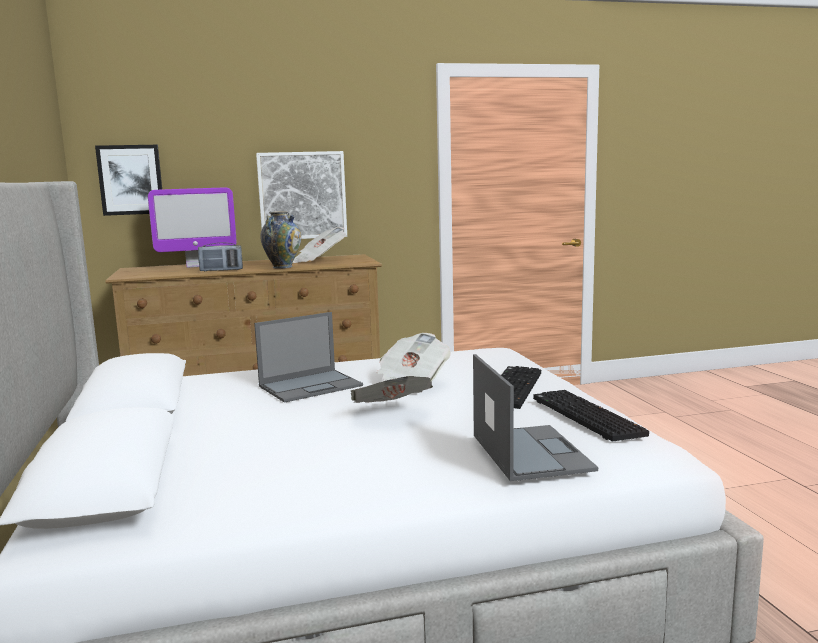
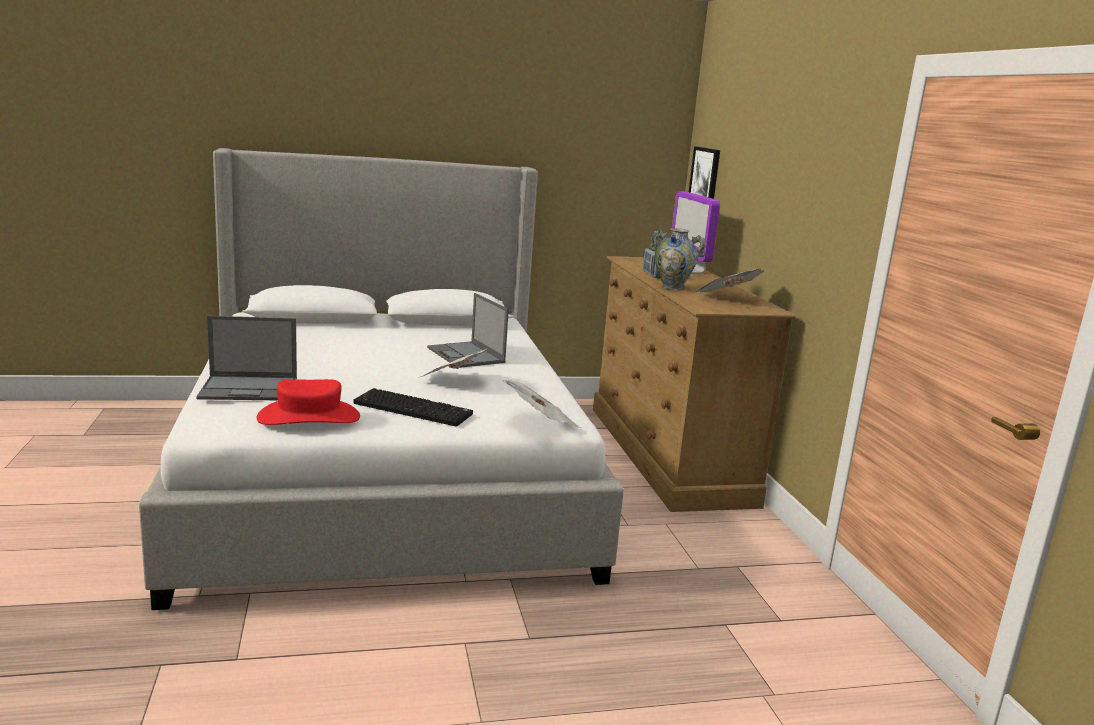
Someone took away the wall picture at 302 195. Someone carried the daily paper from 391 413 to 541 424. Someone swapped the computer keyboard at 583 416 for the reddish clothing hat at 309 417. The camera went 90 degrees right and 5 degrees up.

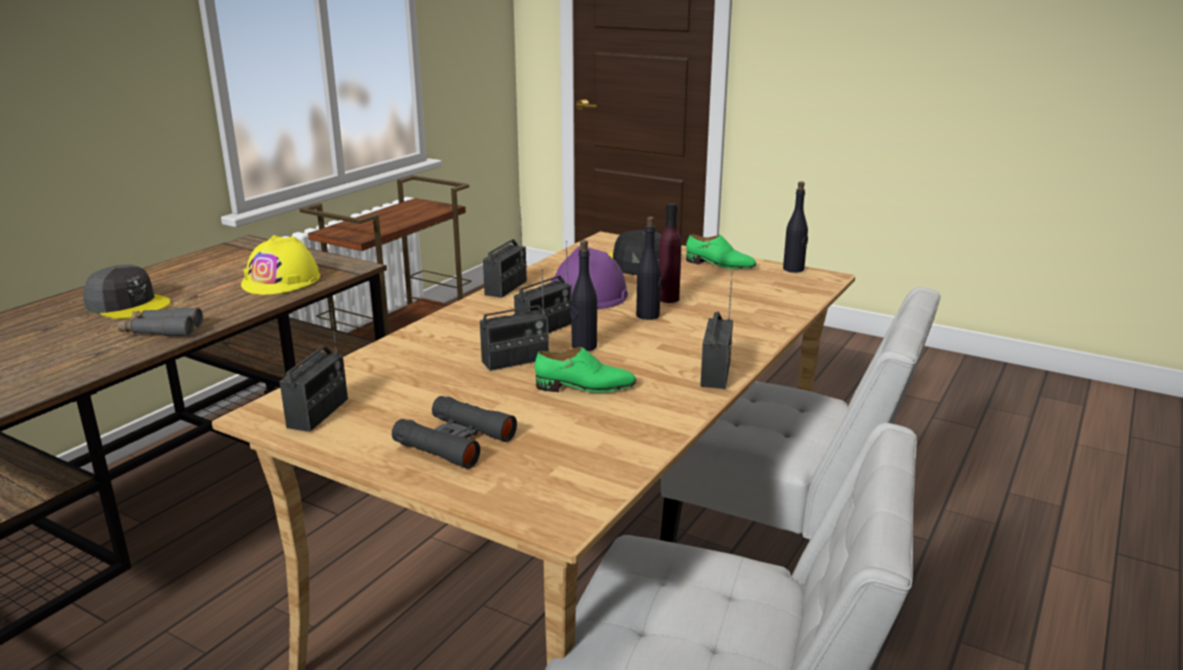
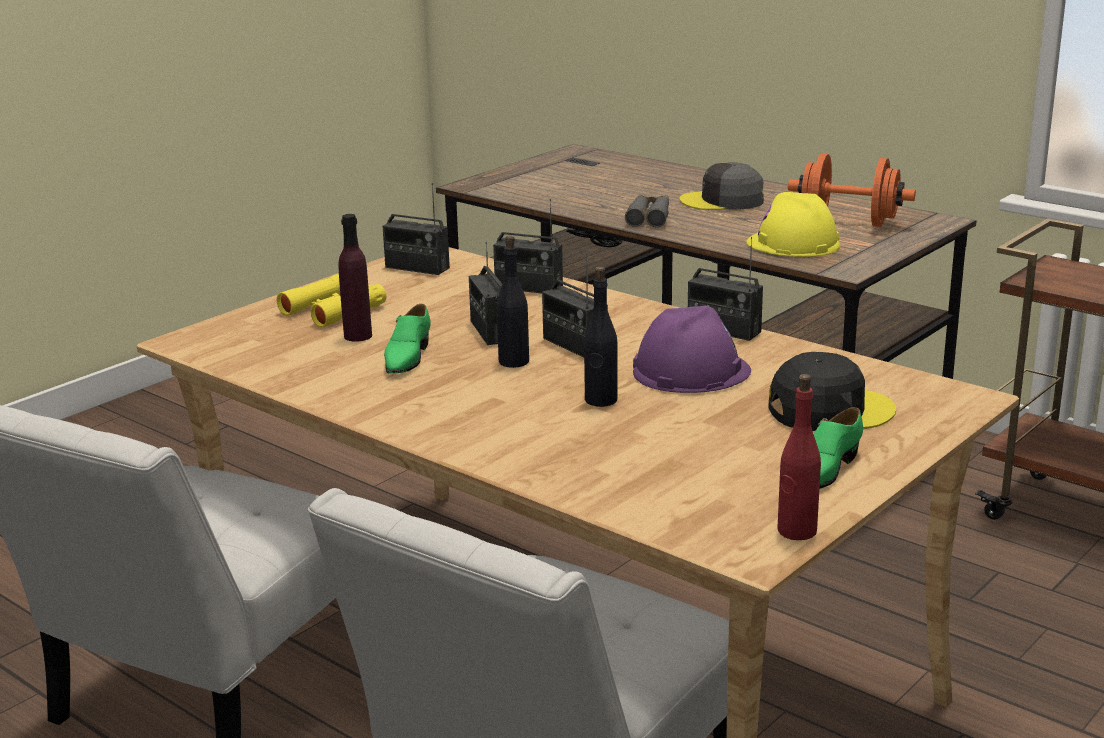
Someone put down the orange hand weight at 848 222. Someone carried the purple-coloured beverage bottle from 668 299 to 358 336. Someone carried the radio set from 716 373 to 528 287. Someone repainted the black-coloured pair of binoculars at 455 441, which became the yellowish pair of binoculars at 333 310. Someone repainted the black-coloured beverage bottle at 793 269, which became the reddish beverage bottle at 796 531. Someone rotated the greyish cap at 128 304 by 60 degrees clockwise. The camera went 100 degrees right and 0 degrees up.

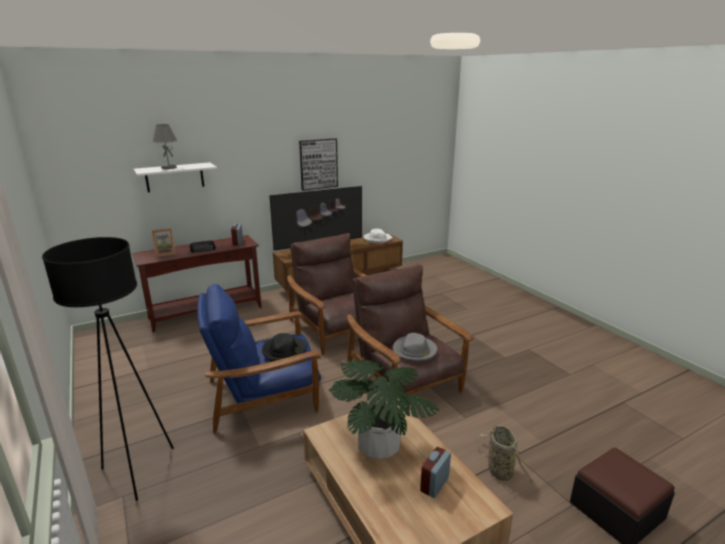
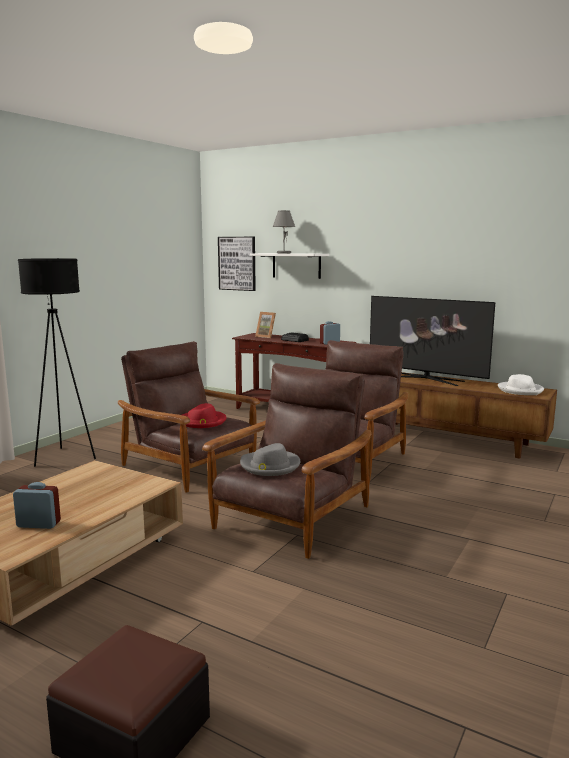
Someone took away the plant in a pot at 379 446. Someone took away the basket at 498 470. Someone carried the wall picture from 318 164 to 237 263. Someone repainted the blue-coloured easy chair at 264 395, which became the brown easy chair at 190 466. Someone repainted the black-coloured clothing hat at 284 351, which became the reddish clothing hat at 202 421. The camera went 60 degrees right and 10 degrees down.

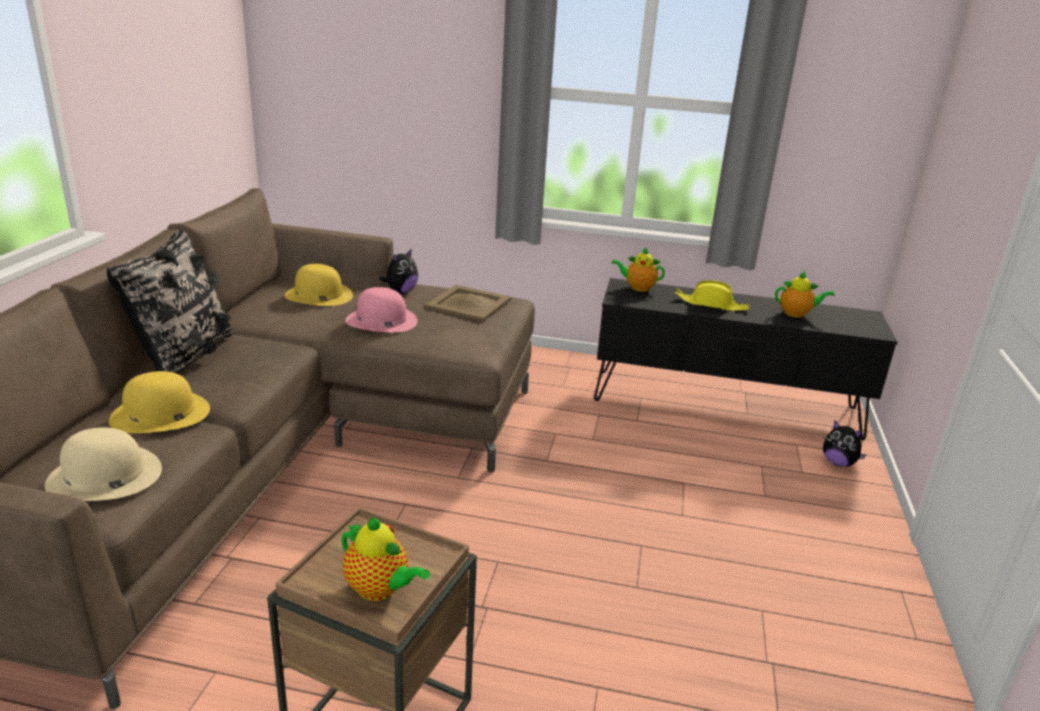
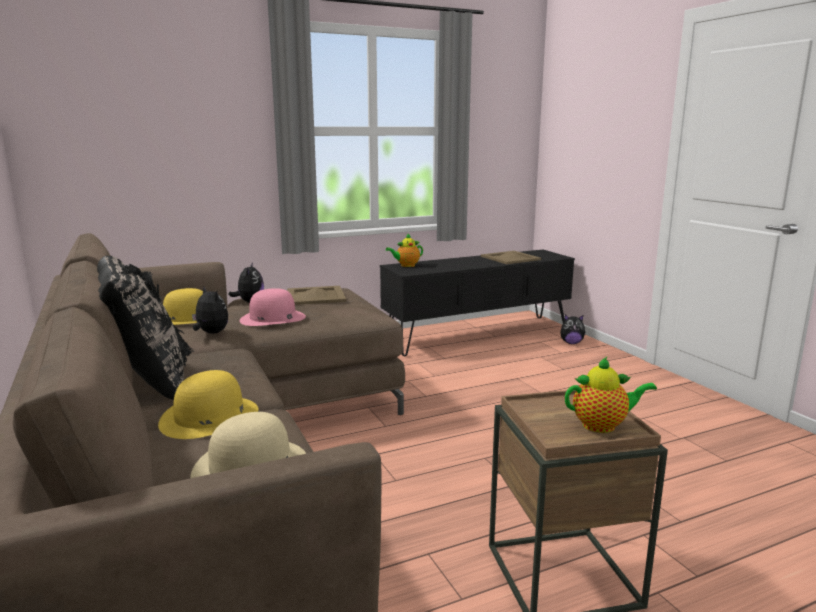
Someone took away the yellowish clothing hat at 711 304. Someone put down the plush toy at 211 333. Someone swapped the teapot at 797 314 for the beige tray at 510 258. The camera went 35 degrees left and 10 degrees down.

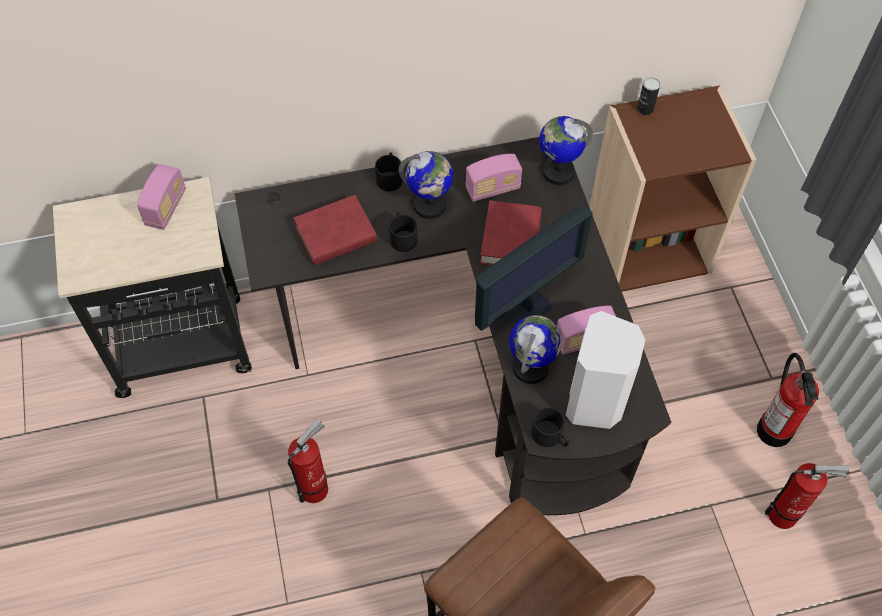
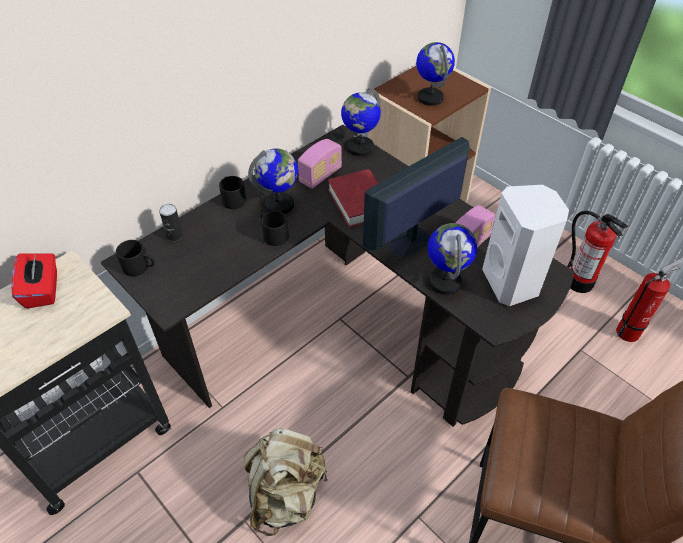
Someone took away the reddish book at 336 235. Someone put down the world globe at 430 98. Someone carried the black-coloured tea mug from 551 436 to 140 267. Someone carried the can from 645 109 to 175 236. Someone swapped the radio set at 166 208 for the reddish tissue box at 43 290. Someone swapped the fire-fighting cylinder at 316 487 for the beige backpack at 286 494. Someone rotated the monitor at 527 309 by 150 degrees counterclockwise. The camera went 30 degrees left and 10 degrees down.

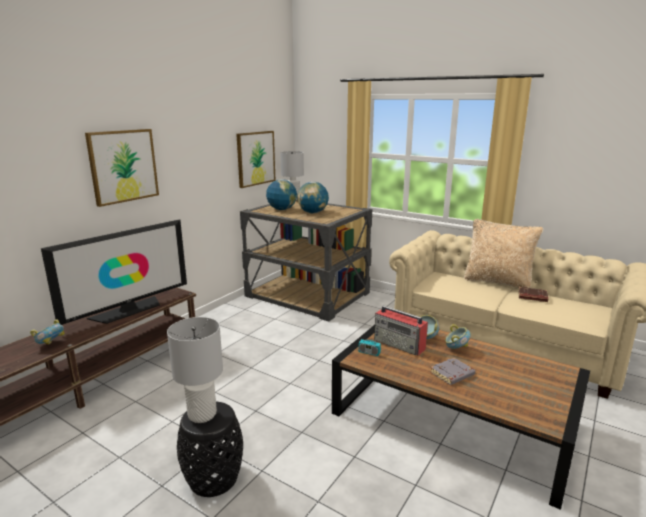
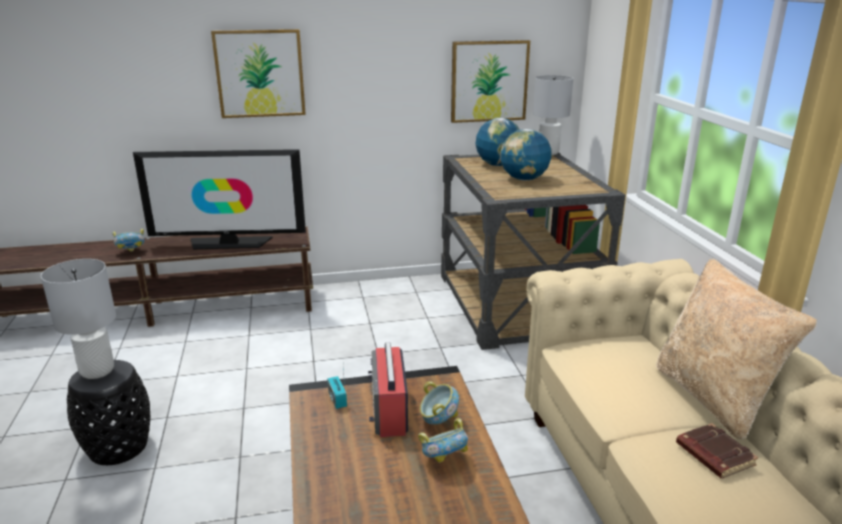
Someone took away the greyish book at 452 374. The camera went 45 degrees right and 5 degrees up.

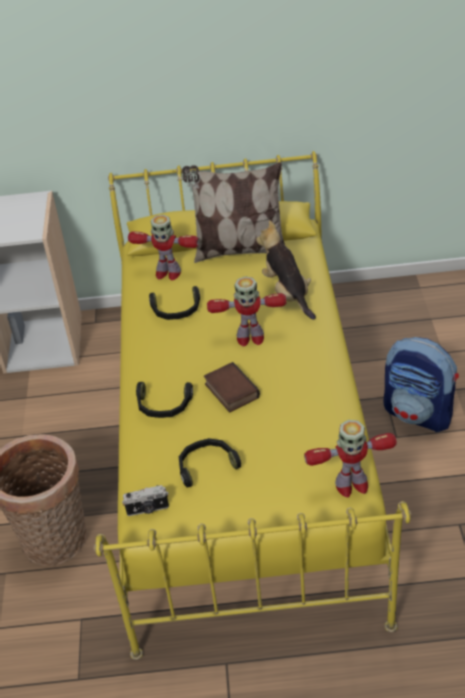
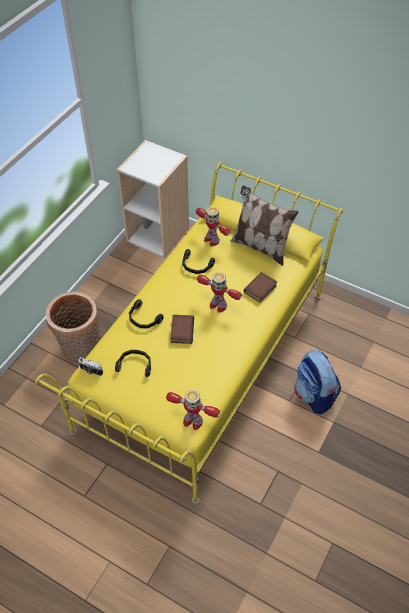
Someone swapped the plush toy at 287 294 for the book at 260 290. The camera went 30 degrees right and 10 degrees up.

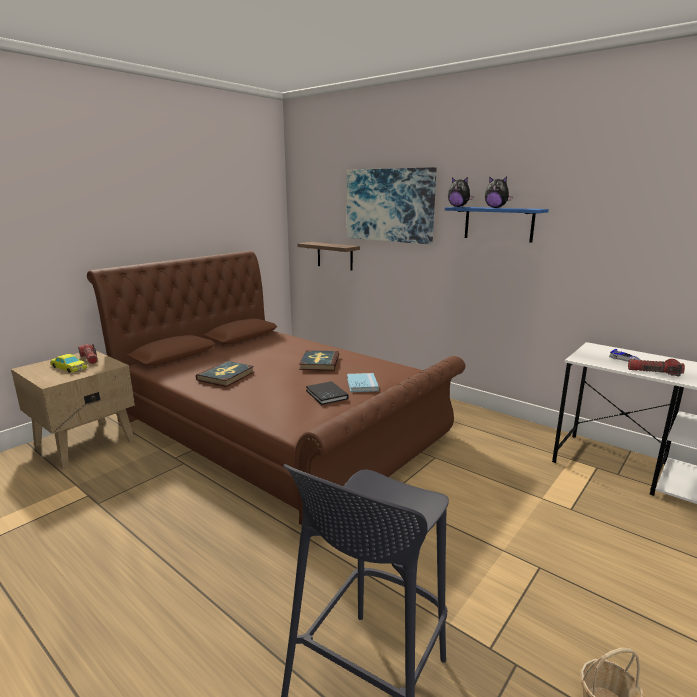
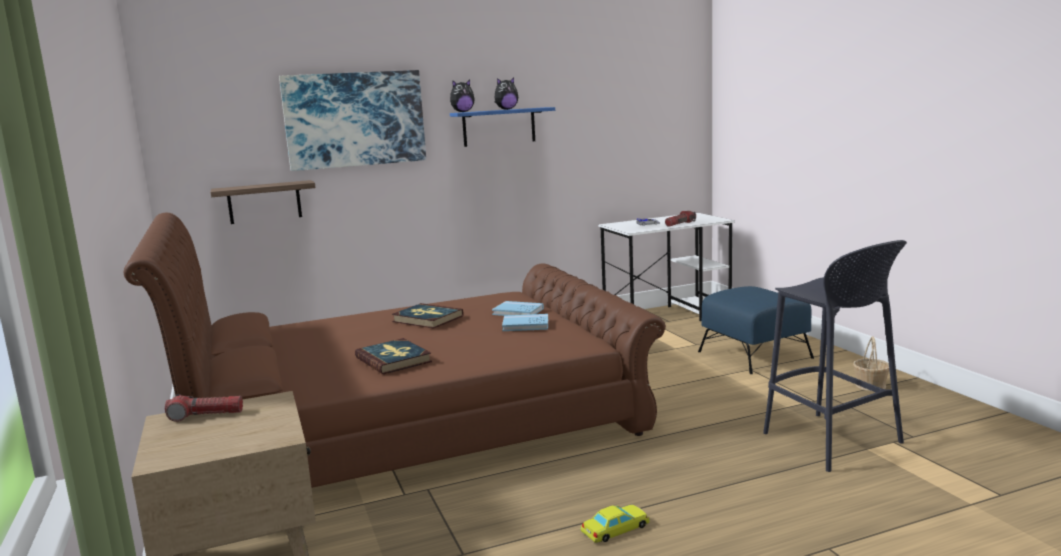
Someone put down the blue-coloured ottoman at 754 355. Someone carried the yellowish toy car from 69 367 to 616 528. Someone repainted the black-coloured book at 326 395, which became the blue-coloured book at 525 325. The camera went 60 degrees left and 5 degrees down.

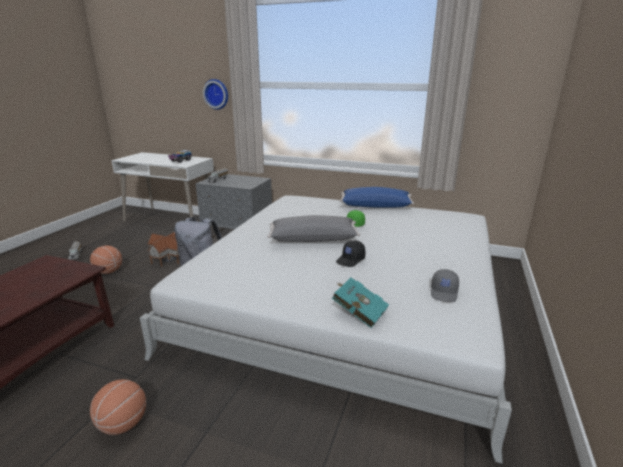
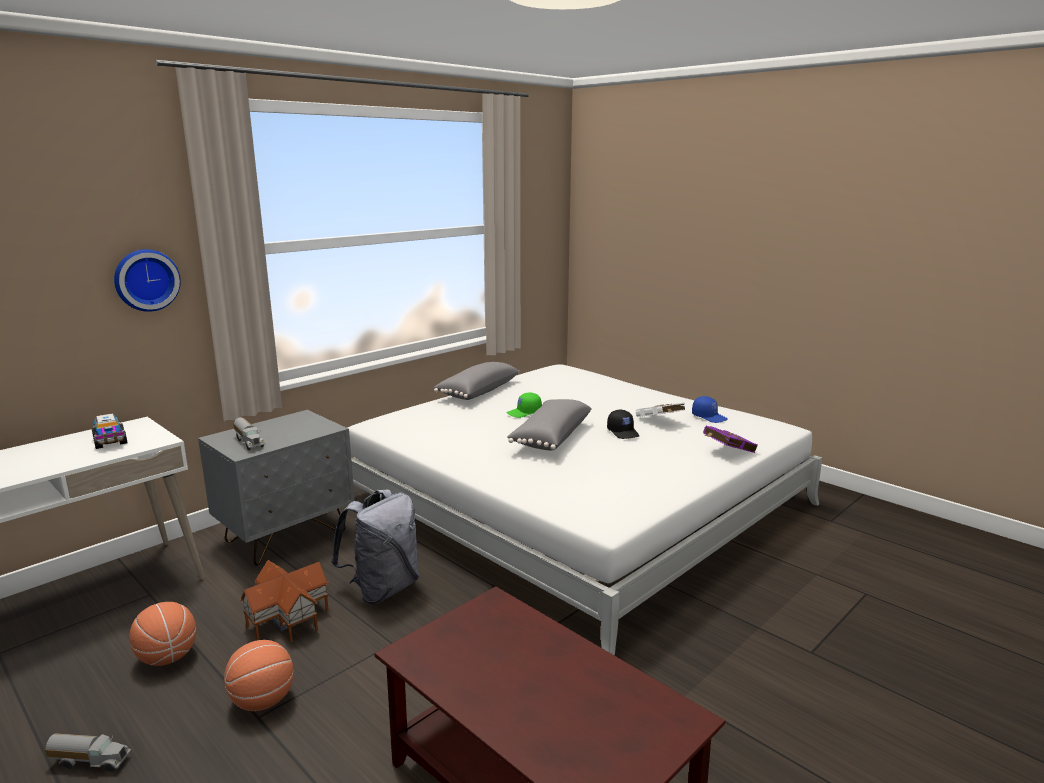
Someone put down the whitish book at 660 422. Someone carried the ball for basketball from 123 424 to 168 658. Someone repainted the blue-green book at 358 312, which became the purple-coloured book at 726 452. Someone repainted the blue-coloured throw pillow at 375 206, which became the greyish throw pillow at 477 391. Someone repainted the greyish cap at 444 293, which became the blue-coloured cap at 709 417. The camera went 65 degrees left and 5 degrees down.

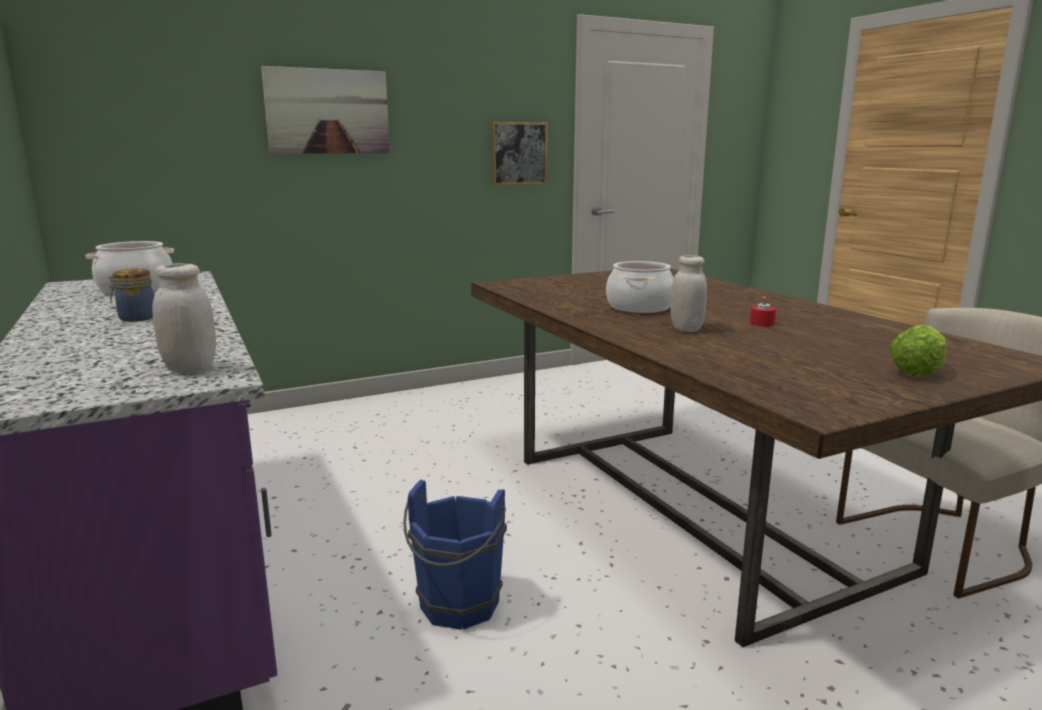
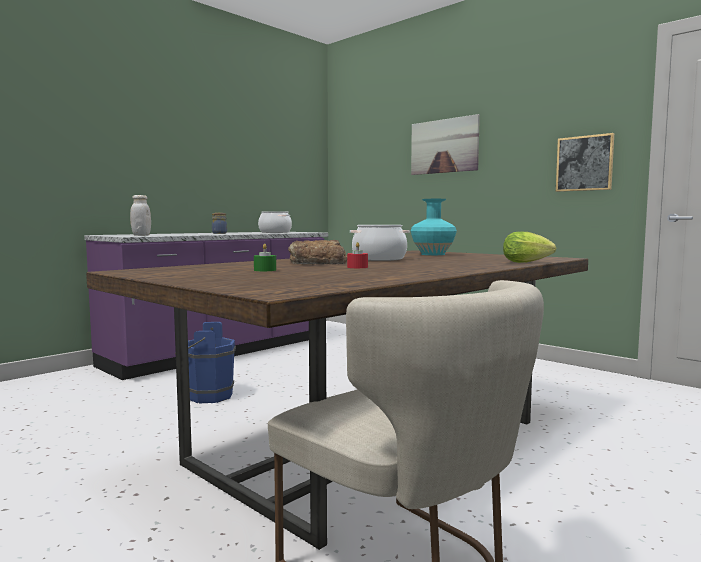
Someone put down the green wax light at 265 270. Someone put down the blue-green flower vase at 433 254. Someone carried the head of lettuce from 918 371 to 529 263. Someone swapped the whitish preserve jar at 686 329 for the bread at 317 262. The camera went 70 degrees right and 10 degrees down.

